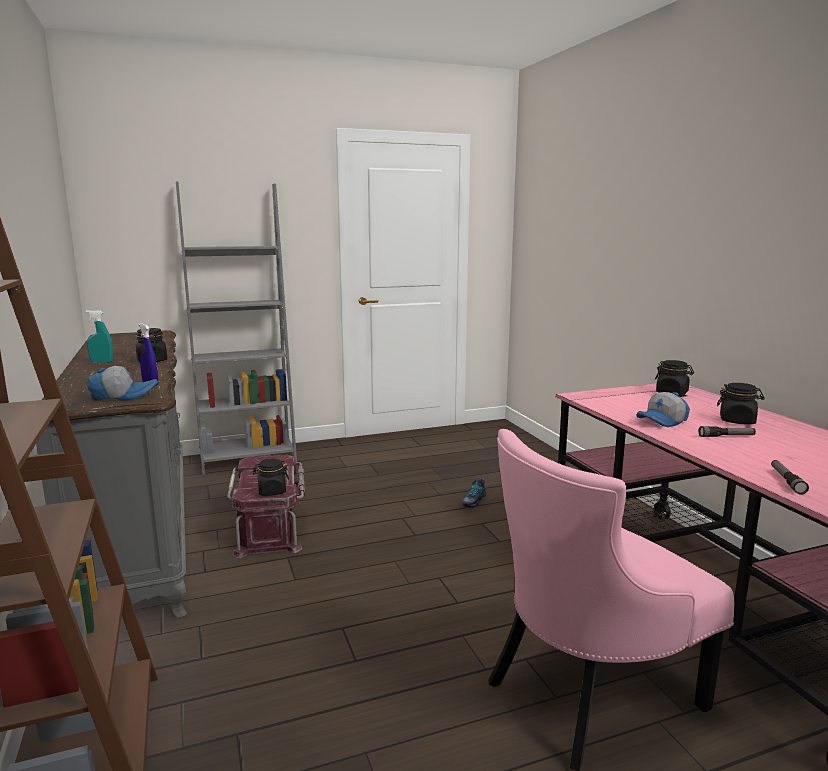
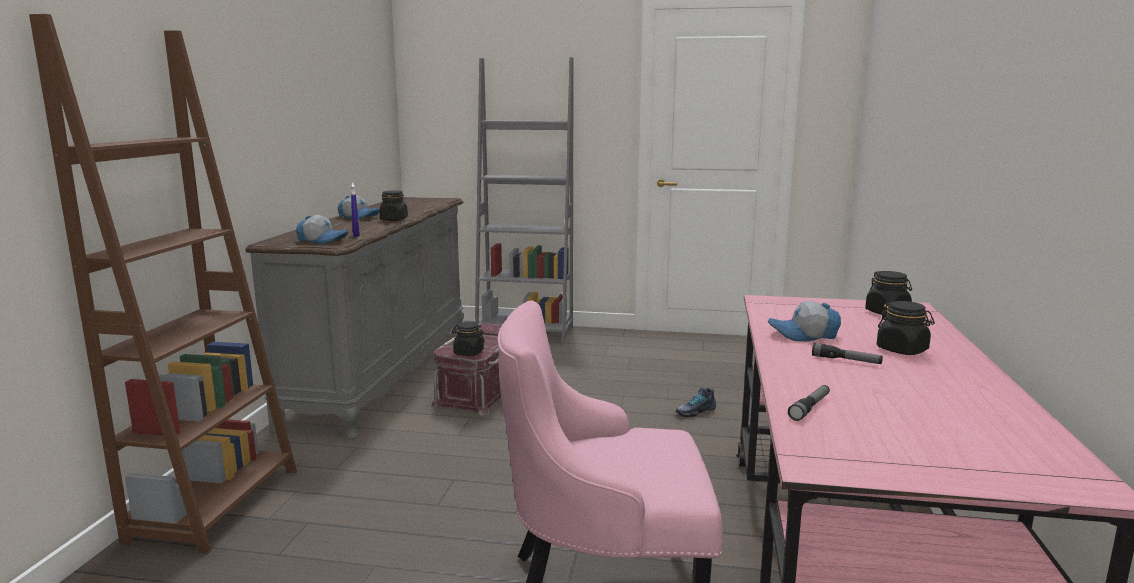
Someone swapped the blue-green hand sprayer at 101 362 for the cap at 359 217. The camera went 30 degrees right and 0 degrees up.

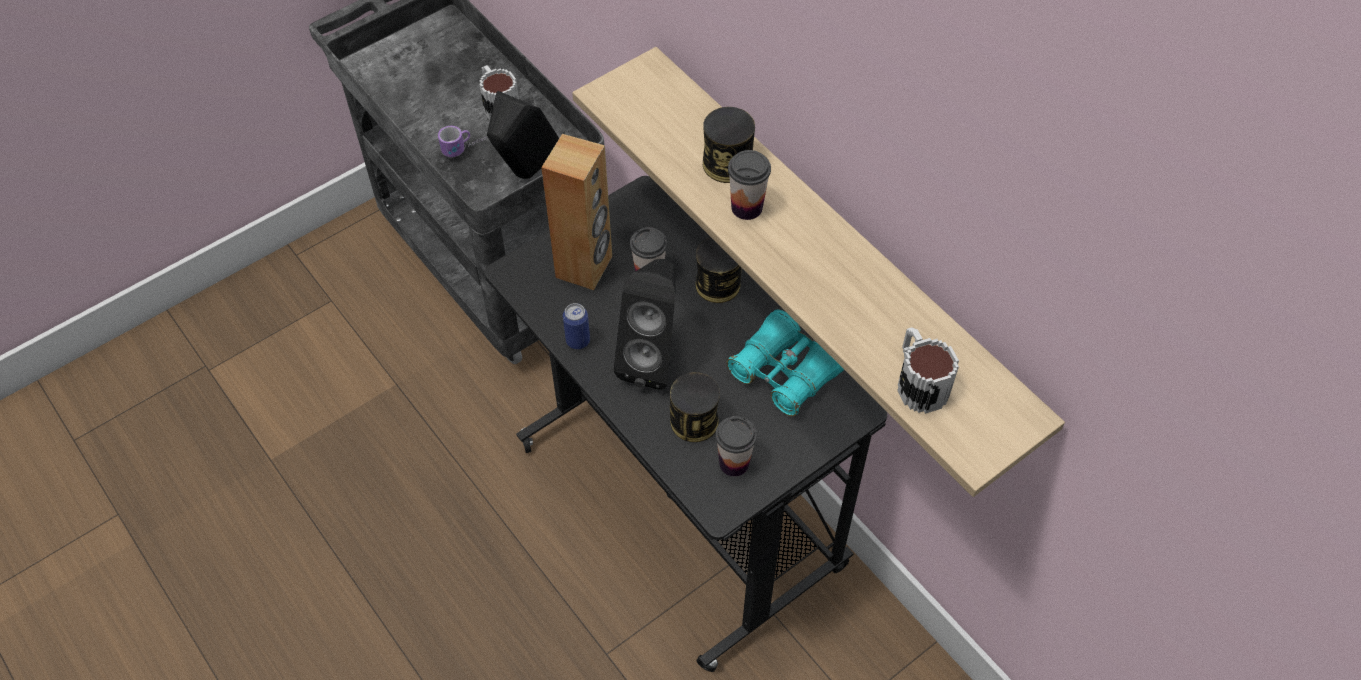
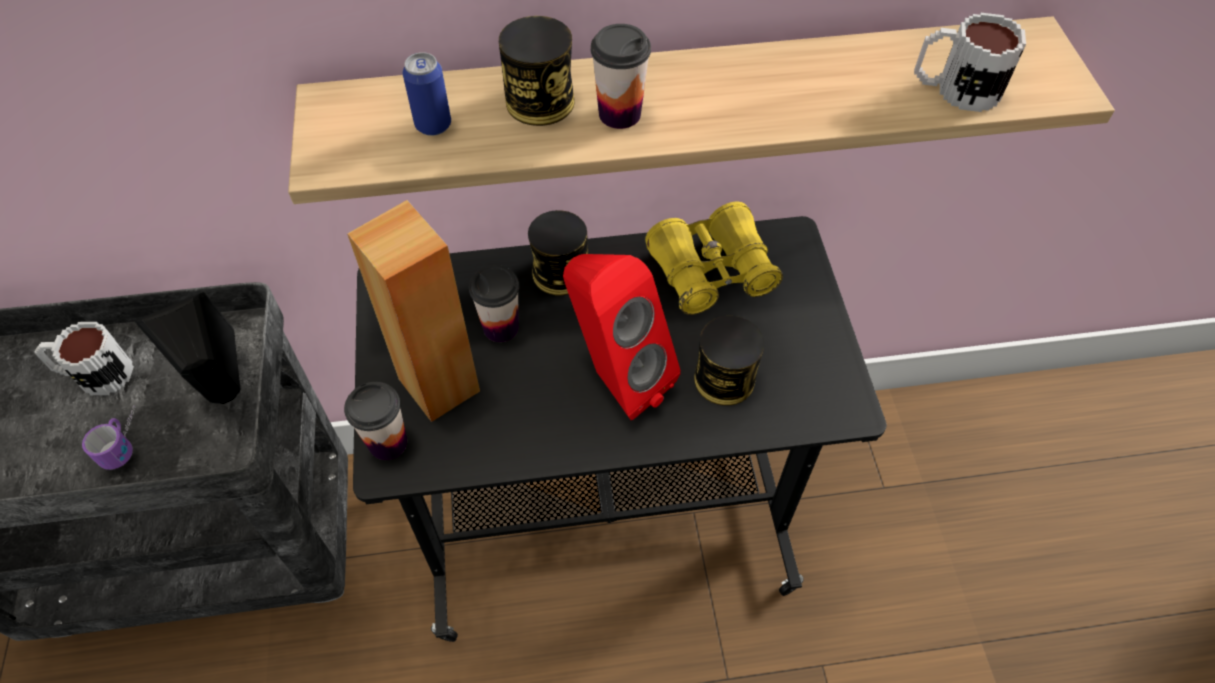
Someone carried the can from 578 340 to 433 125. Someone carried the small cup from 734 463 to 387 442. Someone repainted the black-coloured speaker at 653 358, which became the reddish speaker at 615 378. Someone repainted the blue-green pair of binoculars at 784 373, which became the yellowish pair of binoculars at 711 271. The camera went 60 degrees left and 0 degrees up.

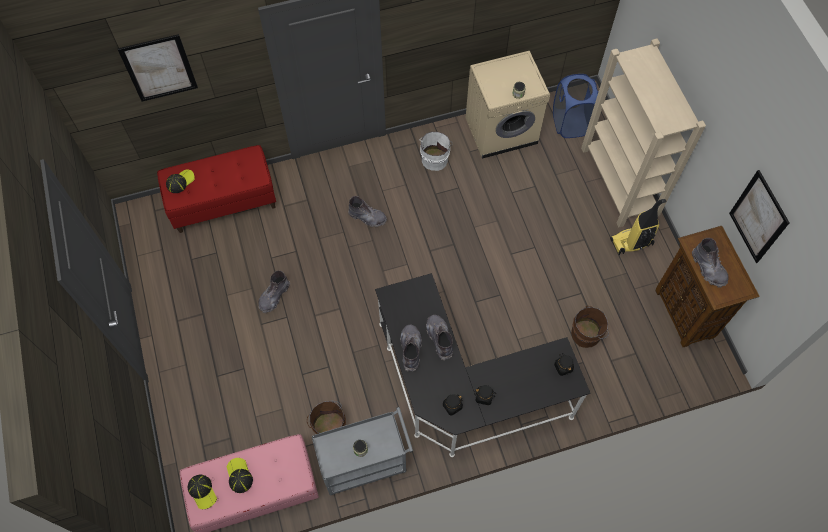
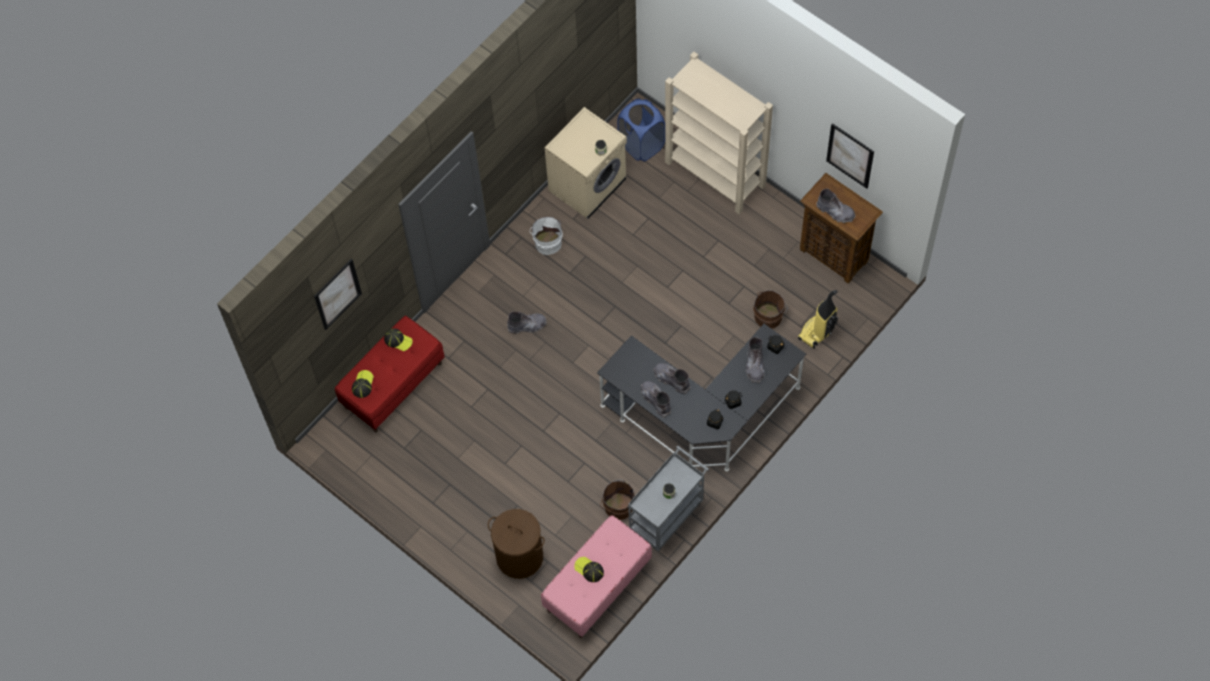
Someone put down the brown laundry basket at 520 556. Someone carried the cap from 202 491 to 398 340. Someone carried the greyish tall boot from 274 296 to 755 365. Someone carried the vacuum from 631 243 to 817 332. The camera went 30 degrees left and 0 degrees up.

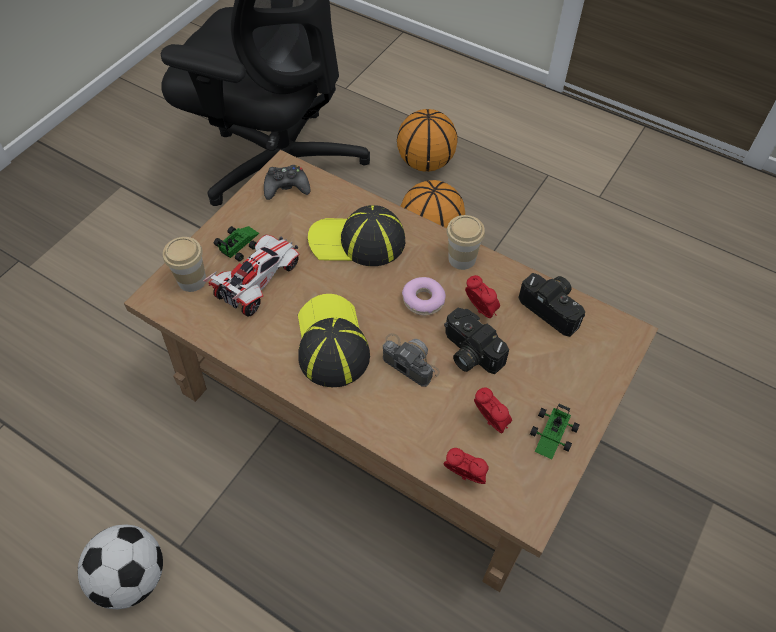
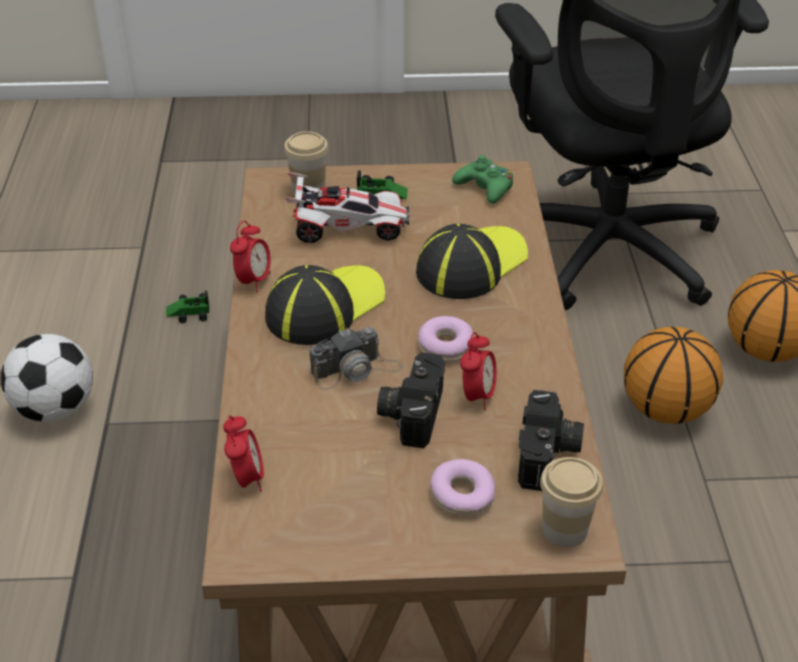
Someone put down the doughnut at 462 495. Someone carried the small cup from 462 258 to 564 529. Someone carried the table clock from 490 422 to 253 281. Someone carried the toy car from 551 436 to 188 311. Someone repainted the black-coloured gamepad at 286 187, which became the green gamepad at 485 188. Someone rotated the cap at 357 241 by 75 degrees clockwise. Someone rotated the still camera at 408 360 by 60 degrees clockwise. The camera went 55 degrees right and 15 degrees down.

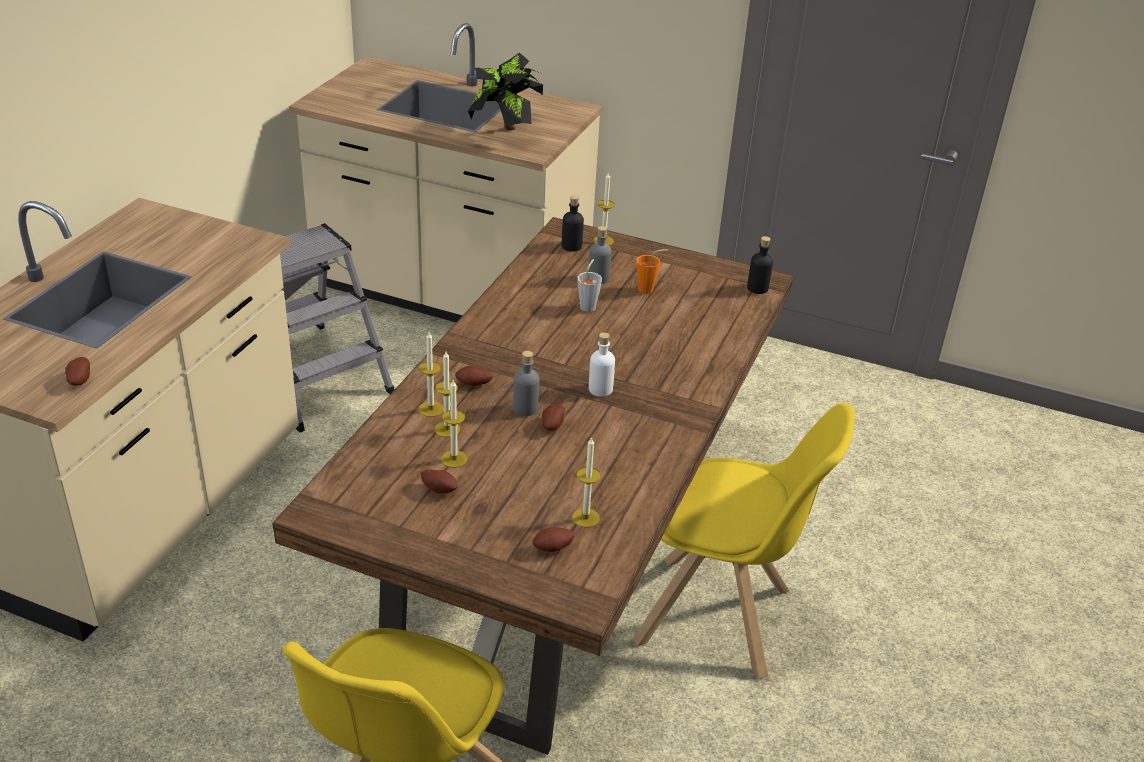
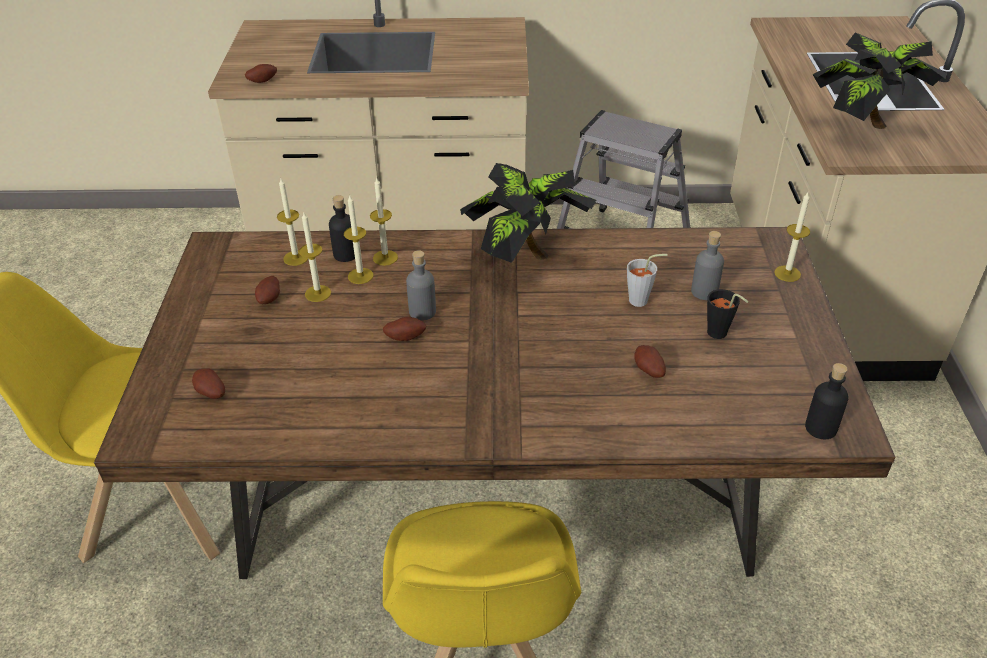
Someone took away the whitish beverage bottle at 600 389. Someone put down the plant in a pot at 525 258. Someone carried the whole potato from 474 385 to 648 371. Someone carried the black-coloured beverage bottle from 571 246 to 346 254. Someone carried the wax light from 585 518 to 296 258. Someone repainted the orange small cup at 649 289, which became the black-coloured small cup at 720 335. The camera went 70 degrees right and 5 degrees up.

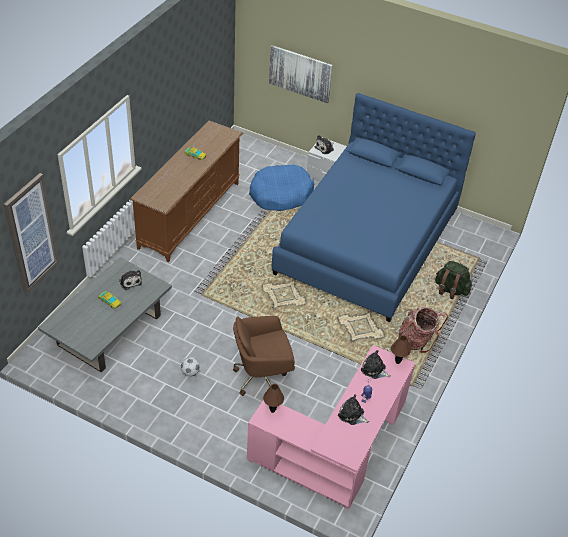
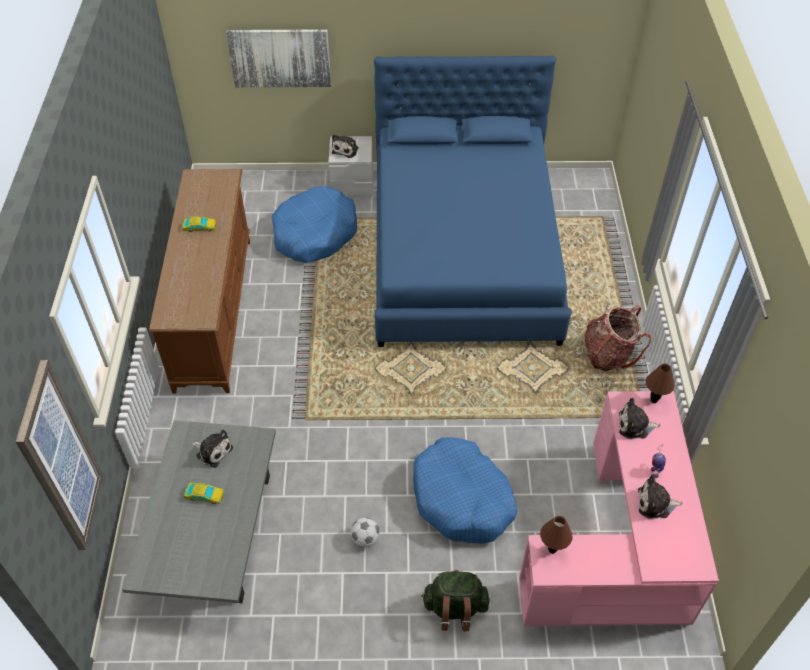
Someone carried the green backpack from 450 290 to 455 608. Someone swapped the brown office chair at 262 378 for the blue-coloured pet bed at 462 499. The camera went 25 degrees left and 5 degrees up.

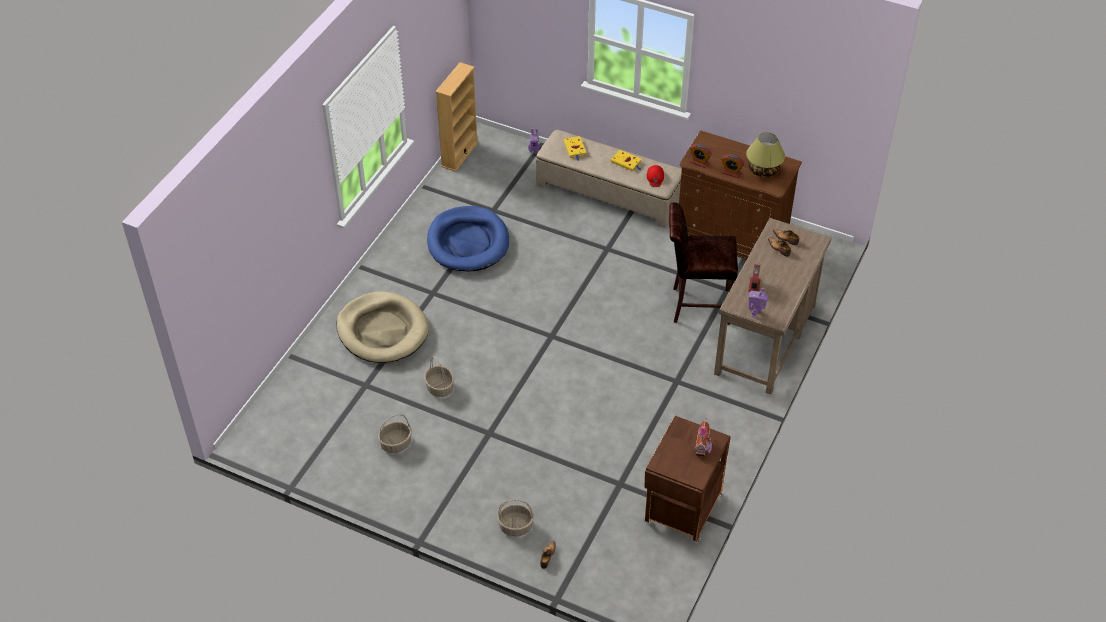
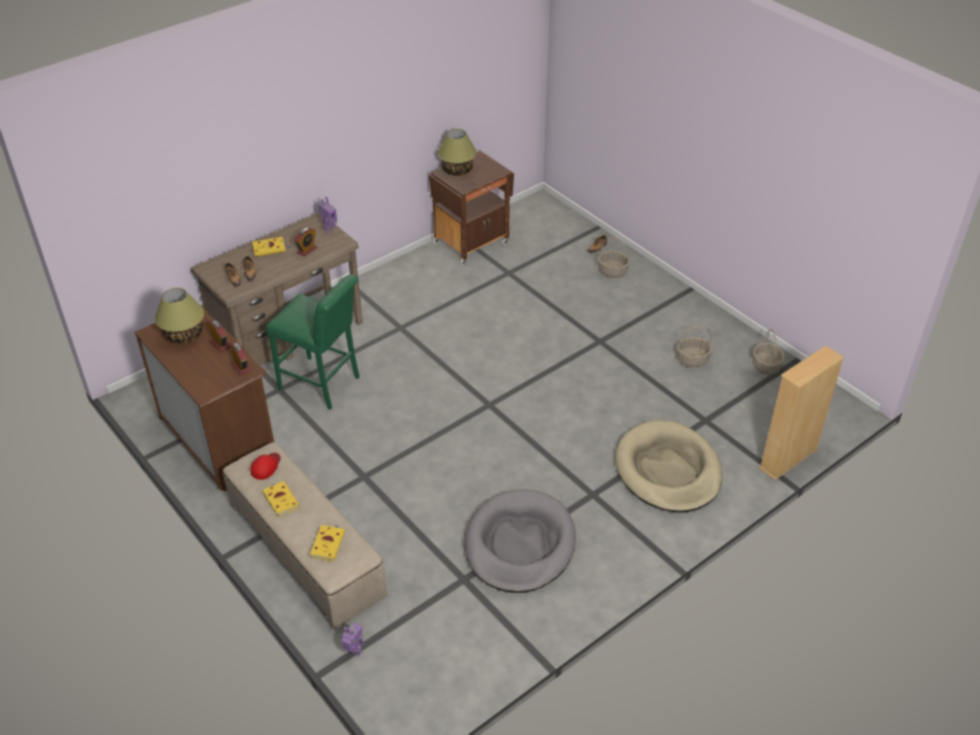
Someone put down the yellowish book at 270 248. Someone carried the basket from 439 387 to 766 367. Someone carried the beige bookcase from 459 154 to 788 459. Someone swapped the model house at 703 448 for the lamp for a table at 457 170. Someone repainted the blue-coloured pet bed at 468 242, which became the greyish pet bed at 520 544. Someone repainted the brown stool seat at 696 305, which became the green stool seat at 323 385. The camera went 155 degrees left and 5 degrees down.

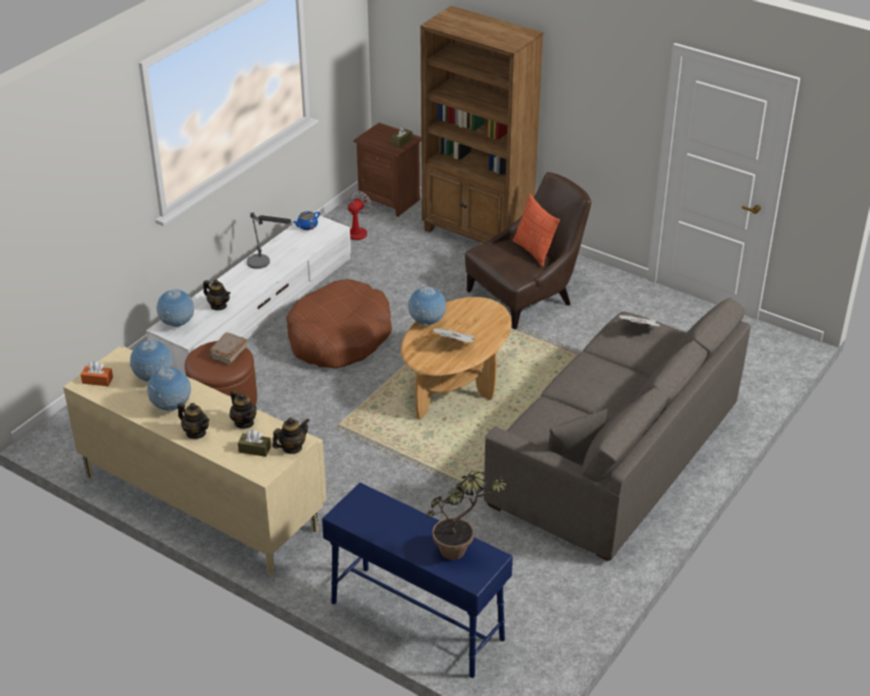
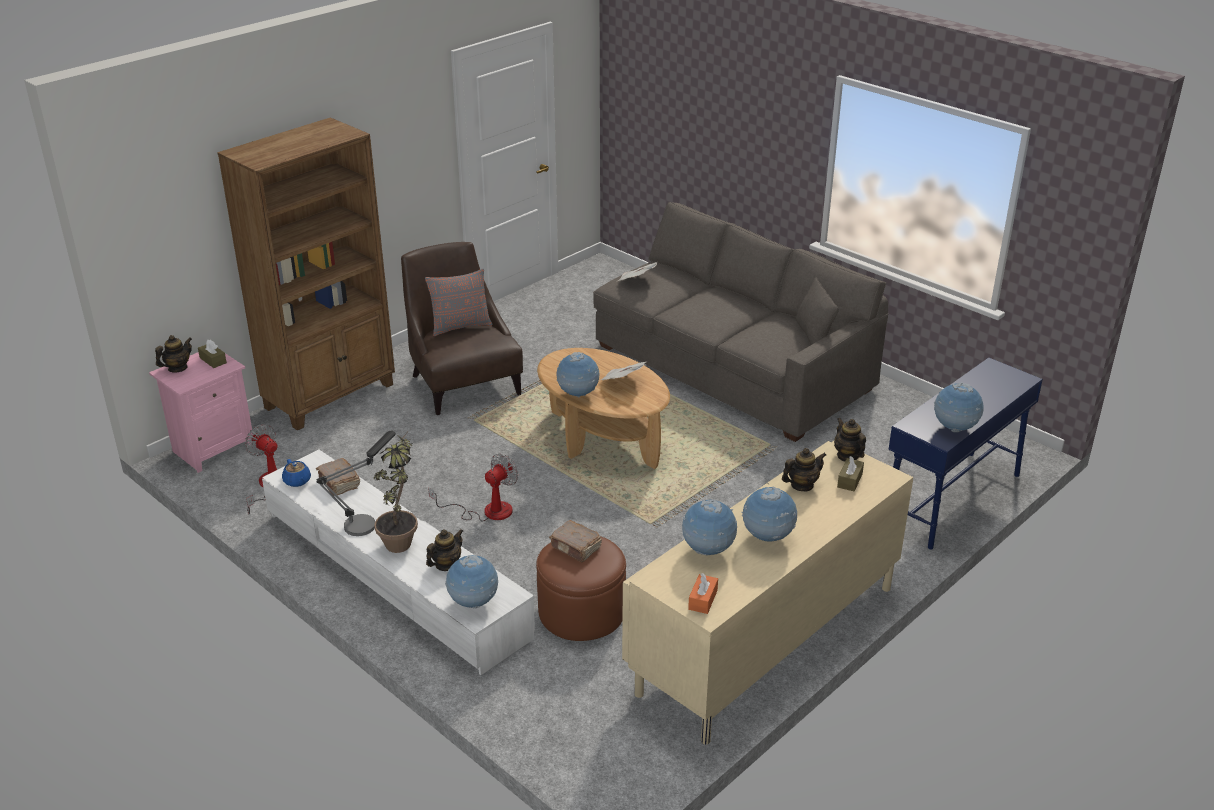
Someone put down the brown book at 339 483. Someone put down the world globe at 954 429. Someone carried the teapot from 196 433 to 177 368. Someone carried the plant in a pot from 462 551 to 401 538. Someone swapped the brown pet bed at 339 337 for the electric fan at 487 511. Someone repainted the brown nightstand at 390 200, which became the pink-coloured nightstand at 212 448. Someone repainted the orange throw pillow at 534 252, which became the greyish throw pillow at 461 327. The camera went 80 degrees left and 5 degrees down.

